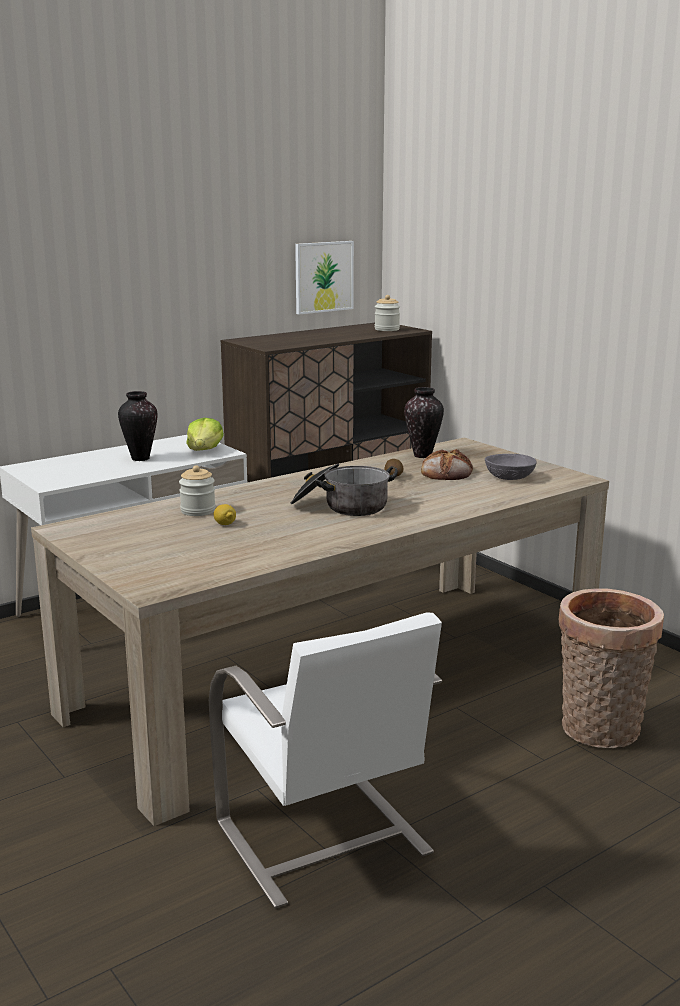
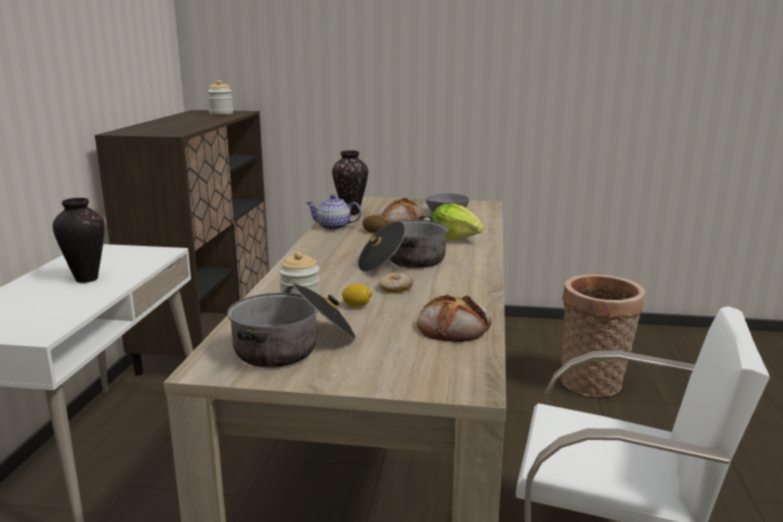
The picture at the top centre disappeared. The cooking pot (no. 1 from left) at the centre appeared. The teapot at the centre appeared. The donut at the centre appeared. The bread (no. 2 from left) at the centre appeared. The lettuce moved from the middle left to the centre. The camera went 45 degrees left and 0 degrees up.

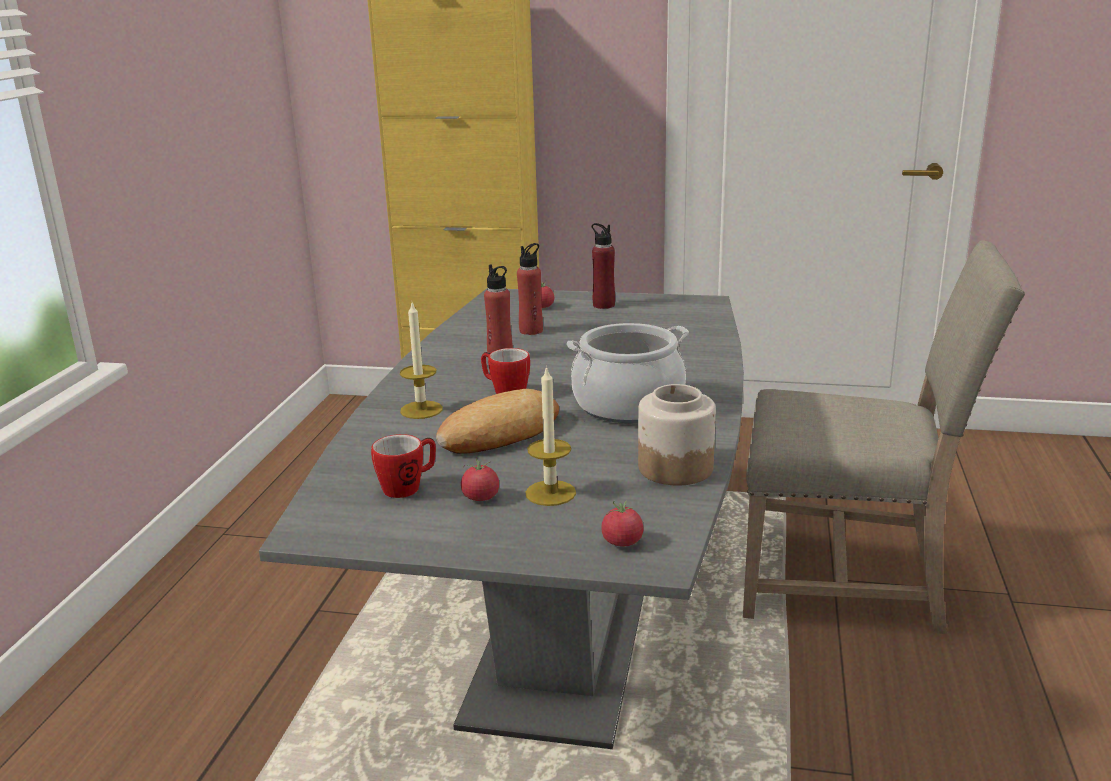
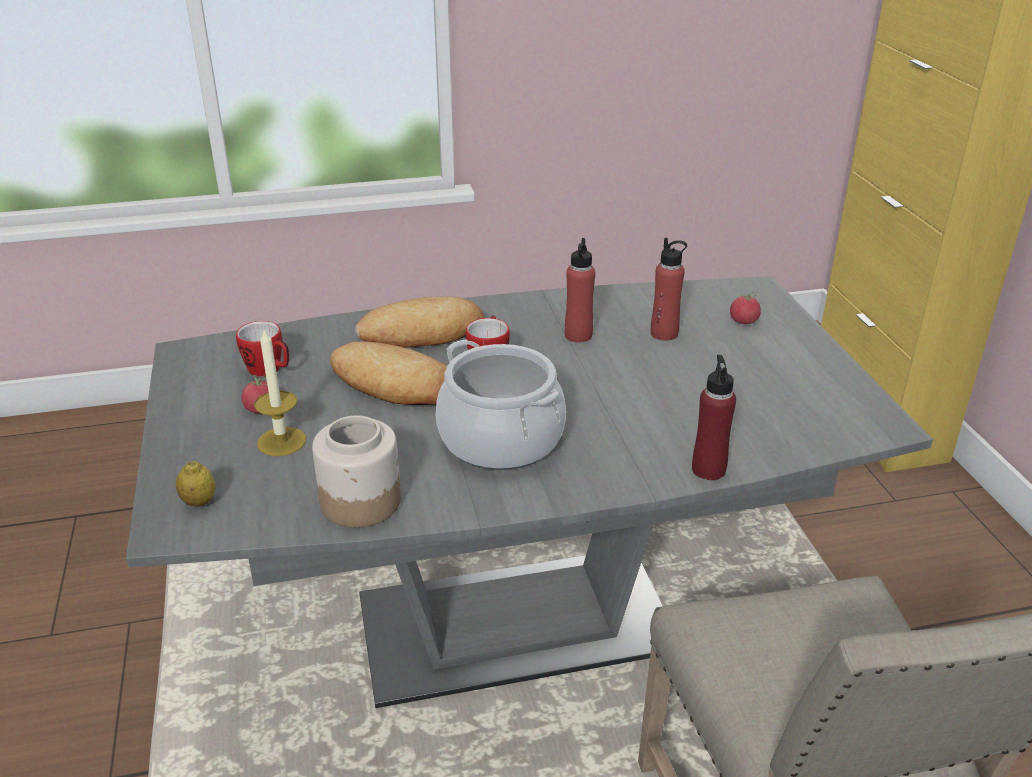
The bottle (red) (no. 3 from left) moved from the centre to the middle right. The candle (no. 1 from left) at the centre was replaced by the bread (no. 2 from left) at the centre. The tomato (no. 3 from left) at the bottom centre was replaced by the lemon at the middle left. The camera went 65 degrees right and 10 degrees up.

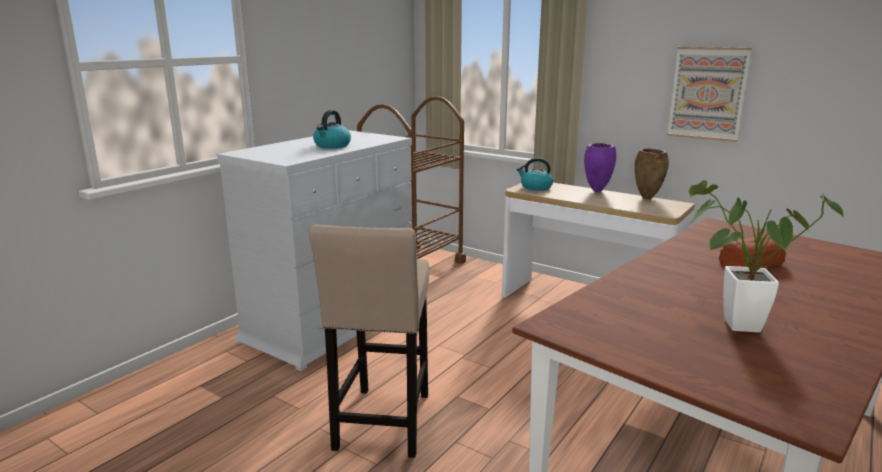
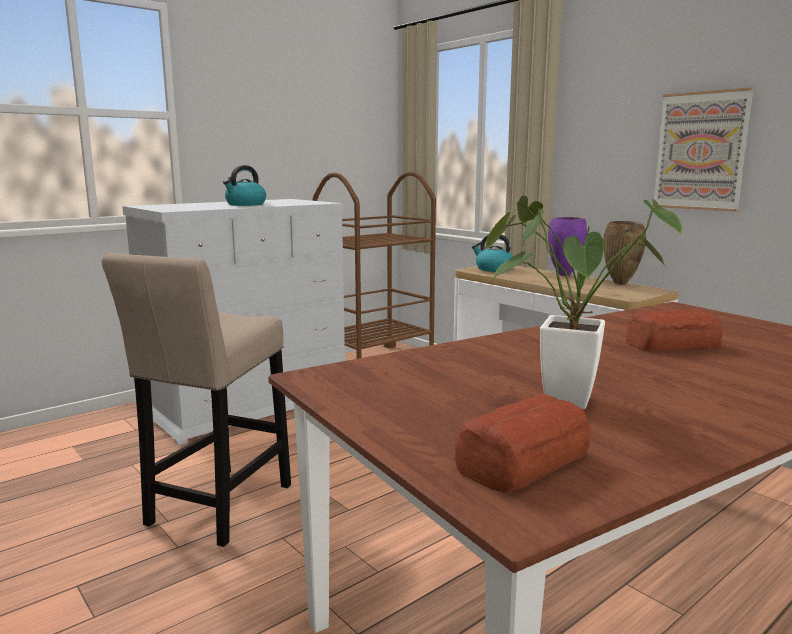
The bread (no. 1 from left) at the bottom centre appeared. The camera went 15 degrees right and 5 degrees down.

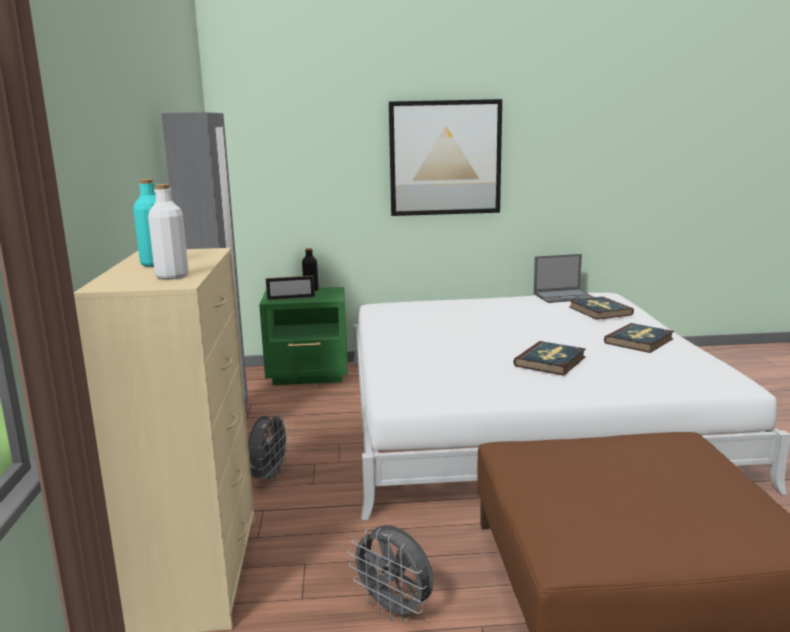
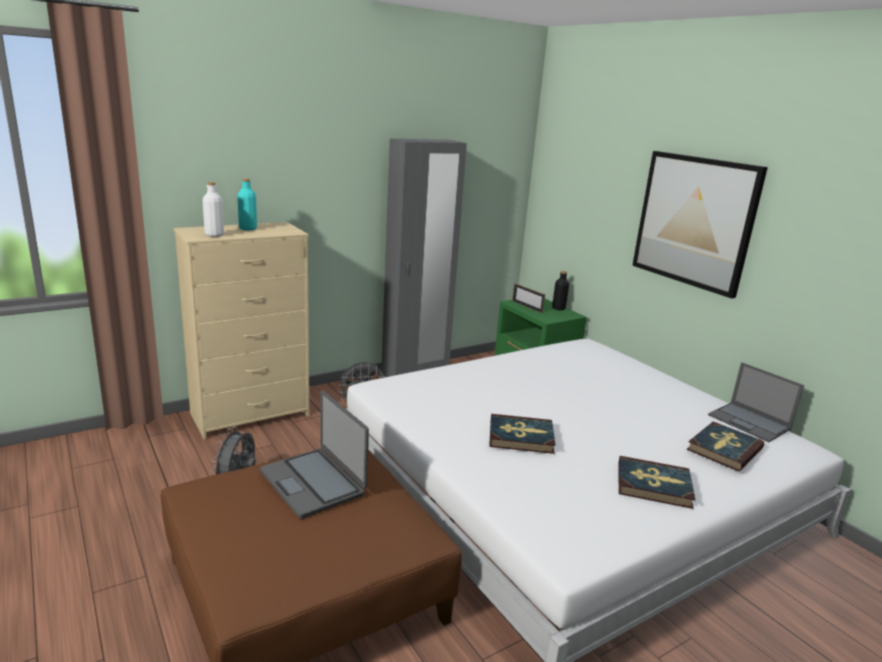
The laptop (no. 1 from left) at the bottom centre appeared. The camera went 60 degrees right and 5 degrees up.

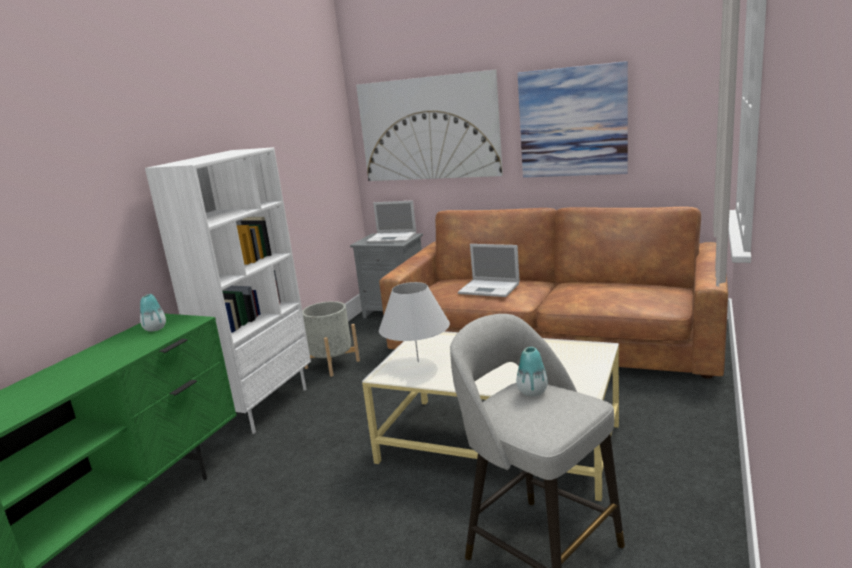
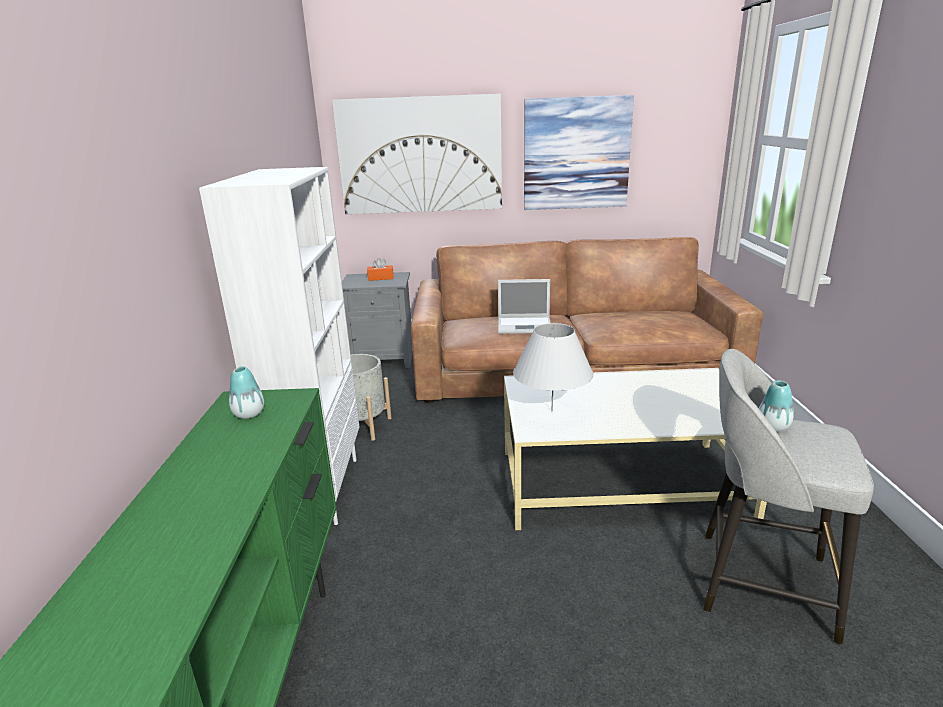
The laptop (no. 1 from left) at the centre was replaced by the tissue box (orange) at the centre. The camera went 25 degrees left and 5 degrees up.

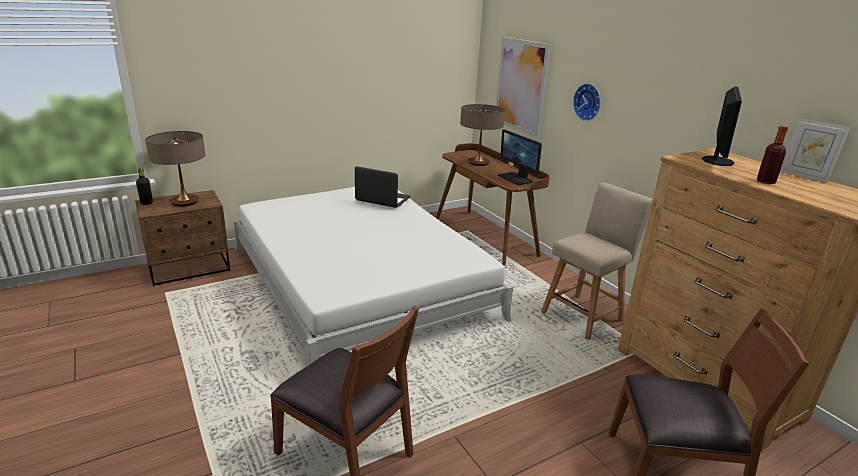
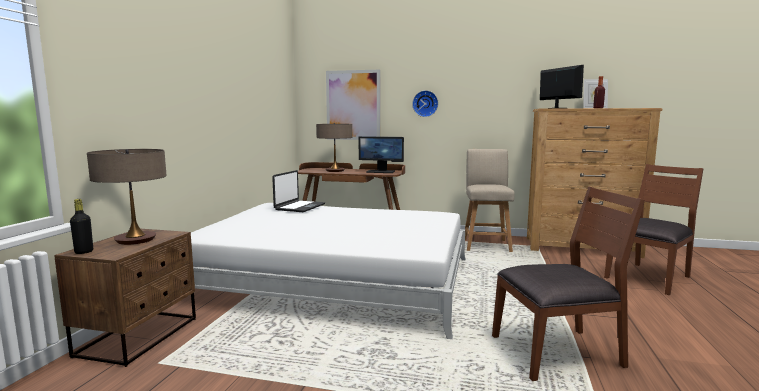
The laptop at the centre turned 135 degrees clockwise. The camera went 45 degrees left and 15 degrees down.

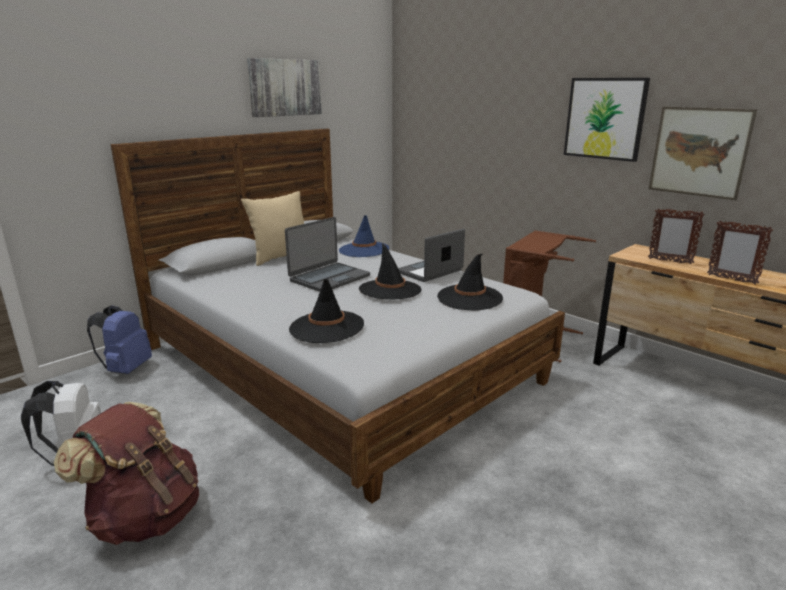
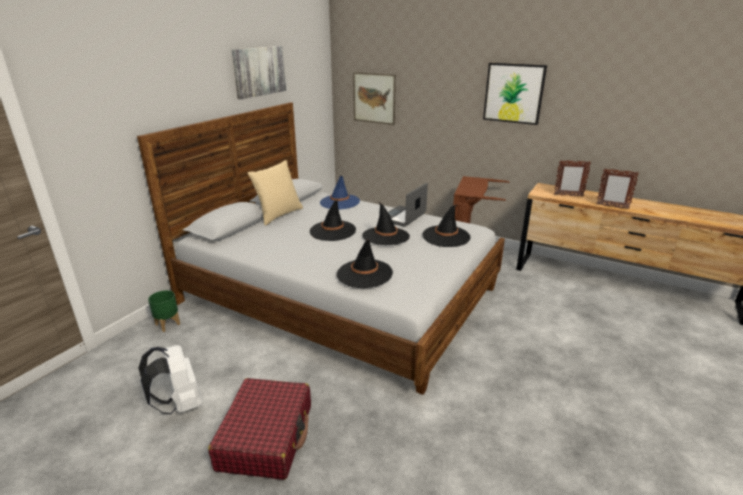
The picture (no. 3 from left in the first image) moved from the top right to the top centre. The backpack (brown) at the bottom left was replaced by the suitcase (red) at the bottom centre. The backpack (blue) at the middle left was replaced by the planter (green) at the middle left. The laptop (no. 1 from left) at the centre was replaced by the hat (black) (no. 1 from left) at the centre. The camera went 15 degrees left and 5 degrees up.

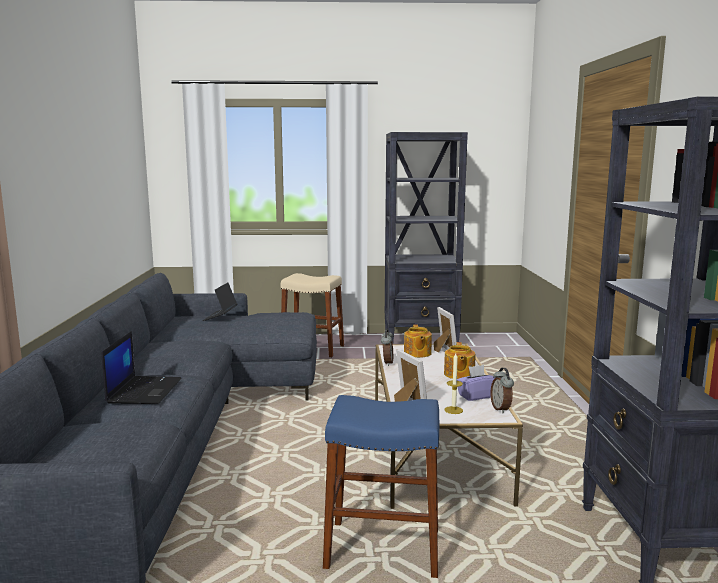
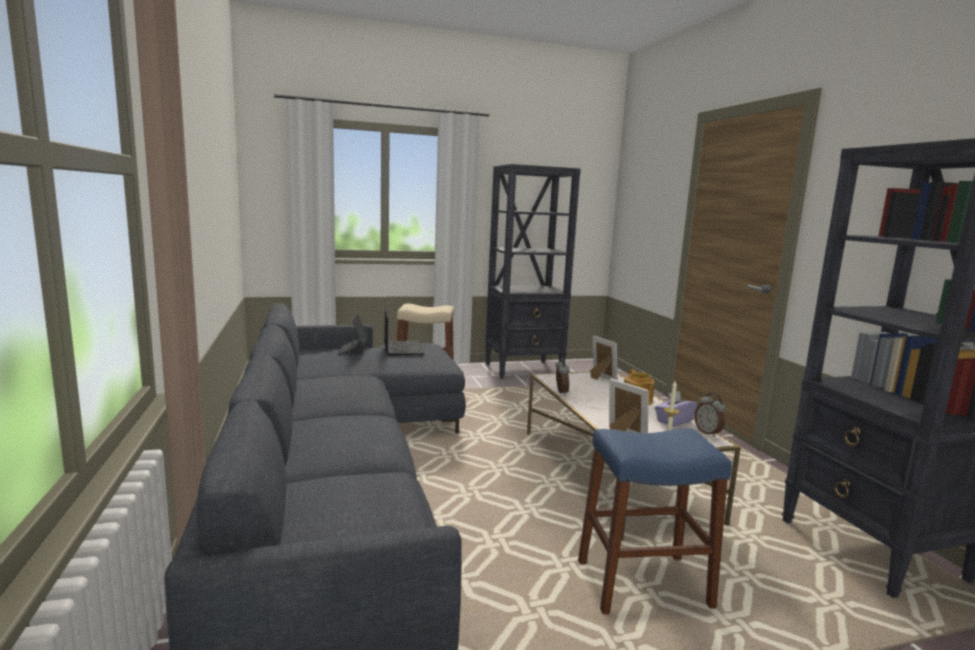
The teapot (no. 1 from left) at the centre disappeared. The laptop (no. 1 from left in the first image) moved from the middle left to the centre. The camera went 15 degrees left and 0 degrees up.

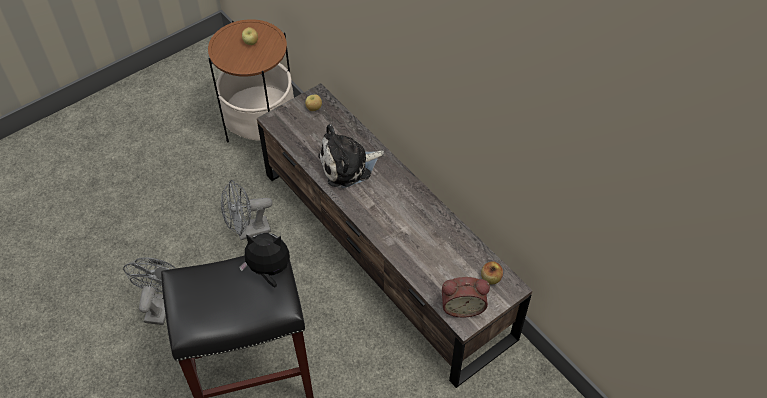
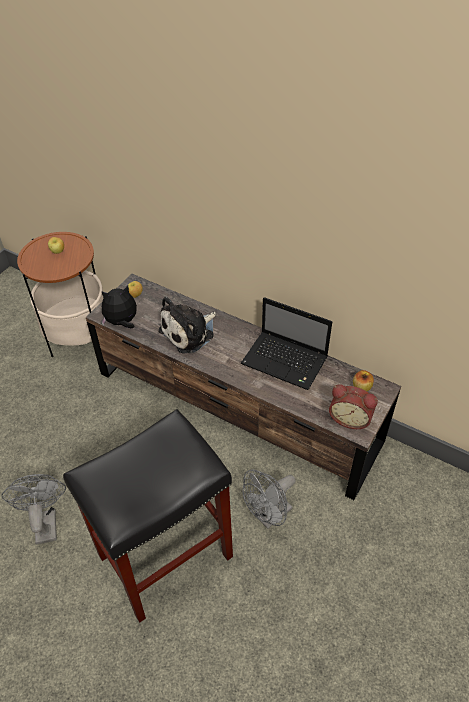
The laptop at the centre appeared. The fan (grey) (no. 2 from left) moved from the middle left to the bottom centre. The plush toy (no. 1 from left) moved from the centre to the middle left. The alarm clock at the bottom centre turned 45 degrees clockwise. The camera went 20 degrees left and 5 degrees down.

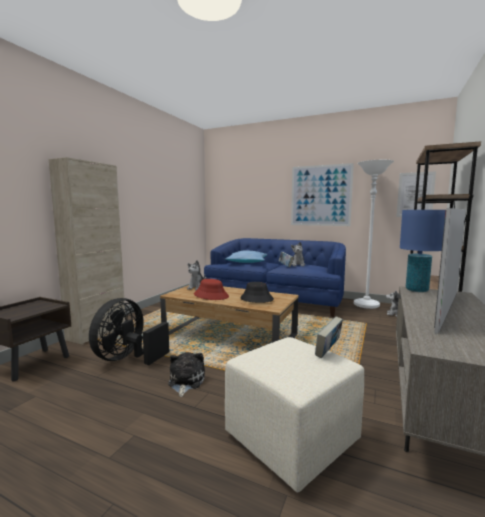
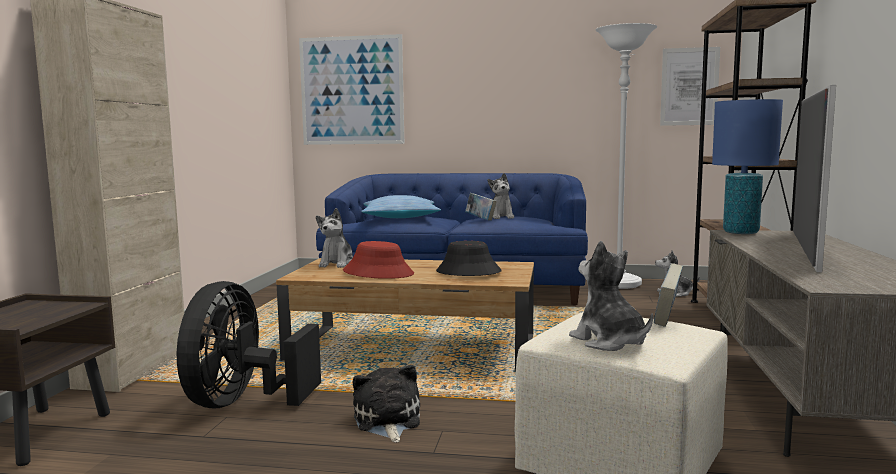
The plush toy (no. 4 from left) at the middle right appeared. The picture (no. 1 from left) moved from the centre to the top centre. The camera went 15 degrees left and 0 degrees up.

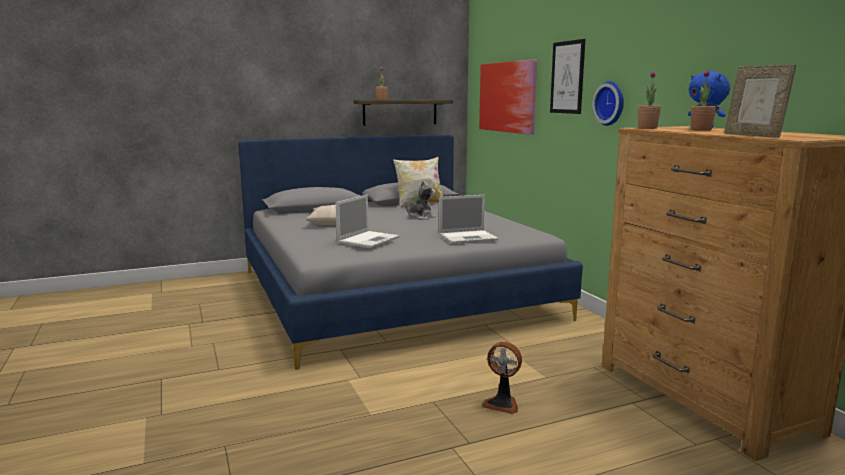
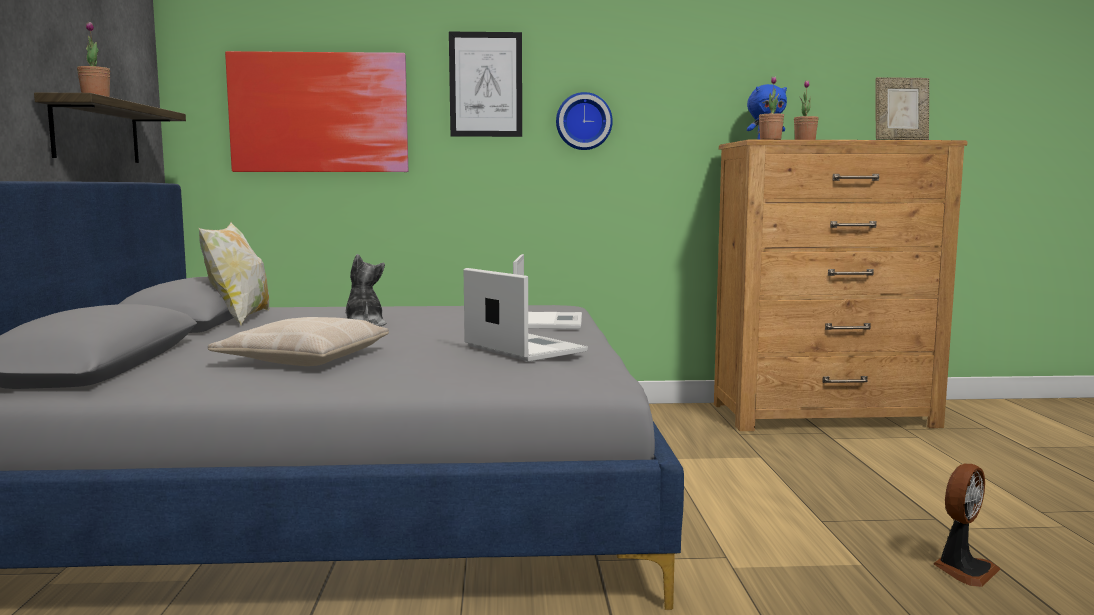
The fan moved from the bottom centre to the bottom right. The camera went 70 degrees left and 5 degrees down.

